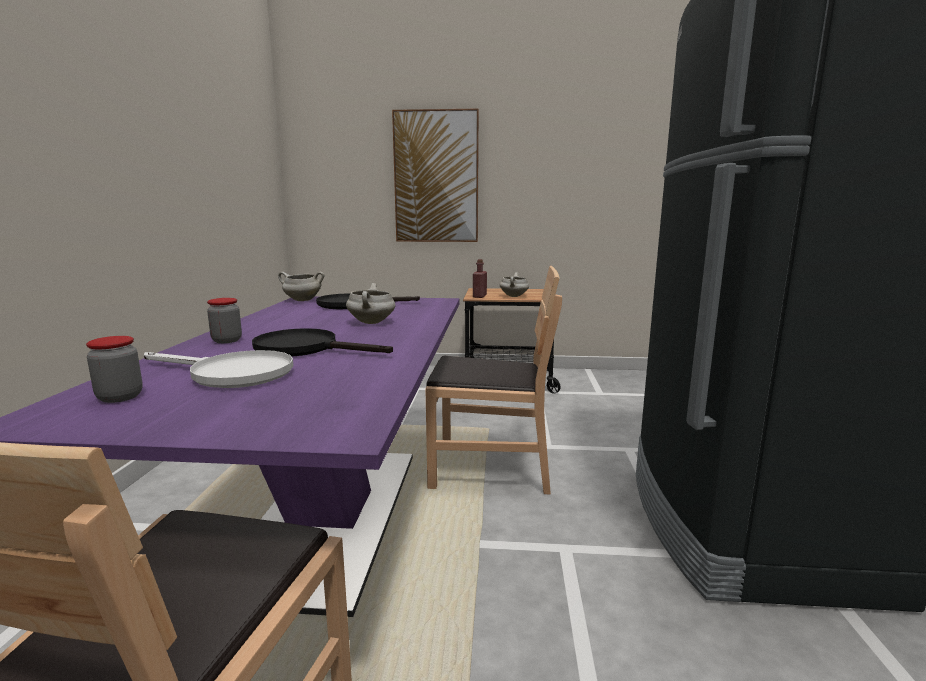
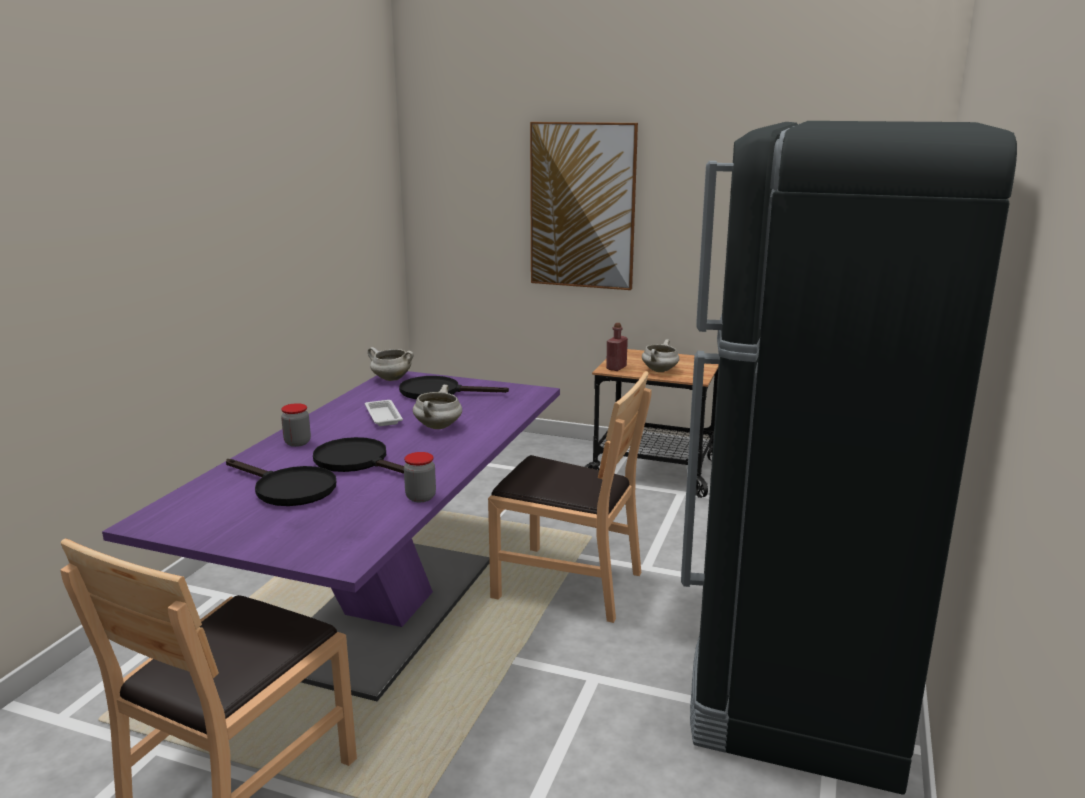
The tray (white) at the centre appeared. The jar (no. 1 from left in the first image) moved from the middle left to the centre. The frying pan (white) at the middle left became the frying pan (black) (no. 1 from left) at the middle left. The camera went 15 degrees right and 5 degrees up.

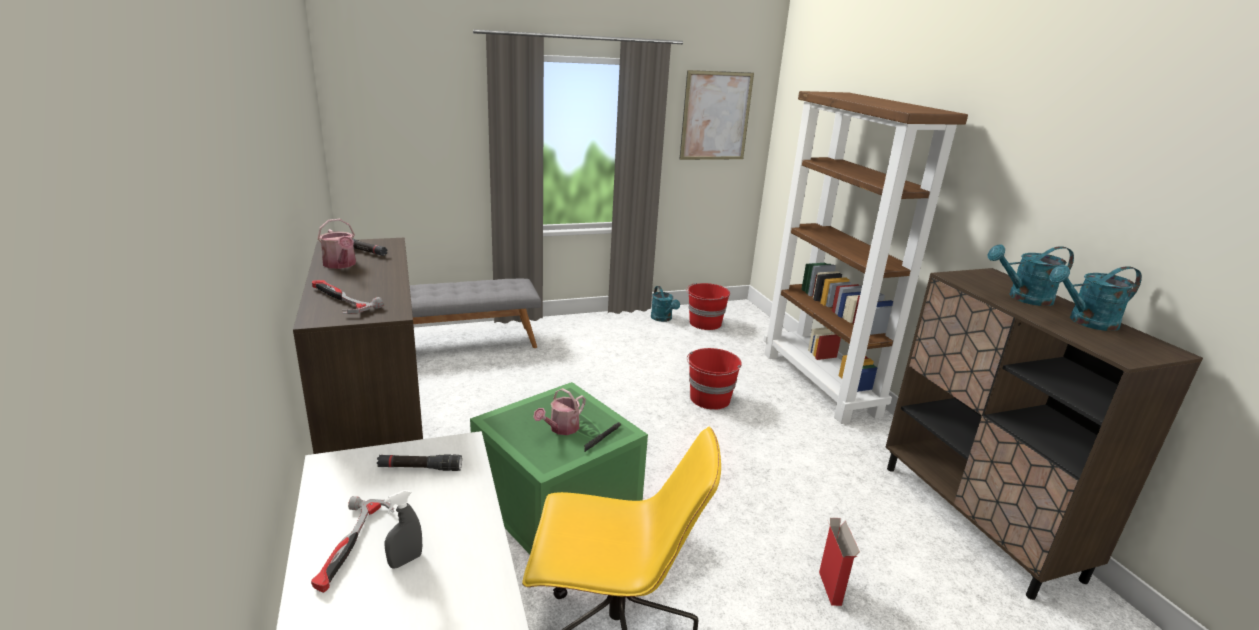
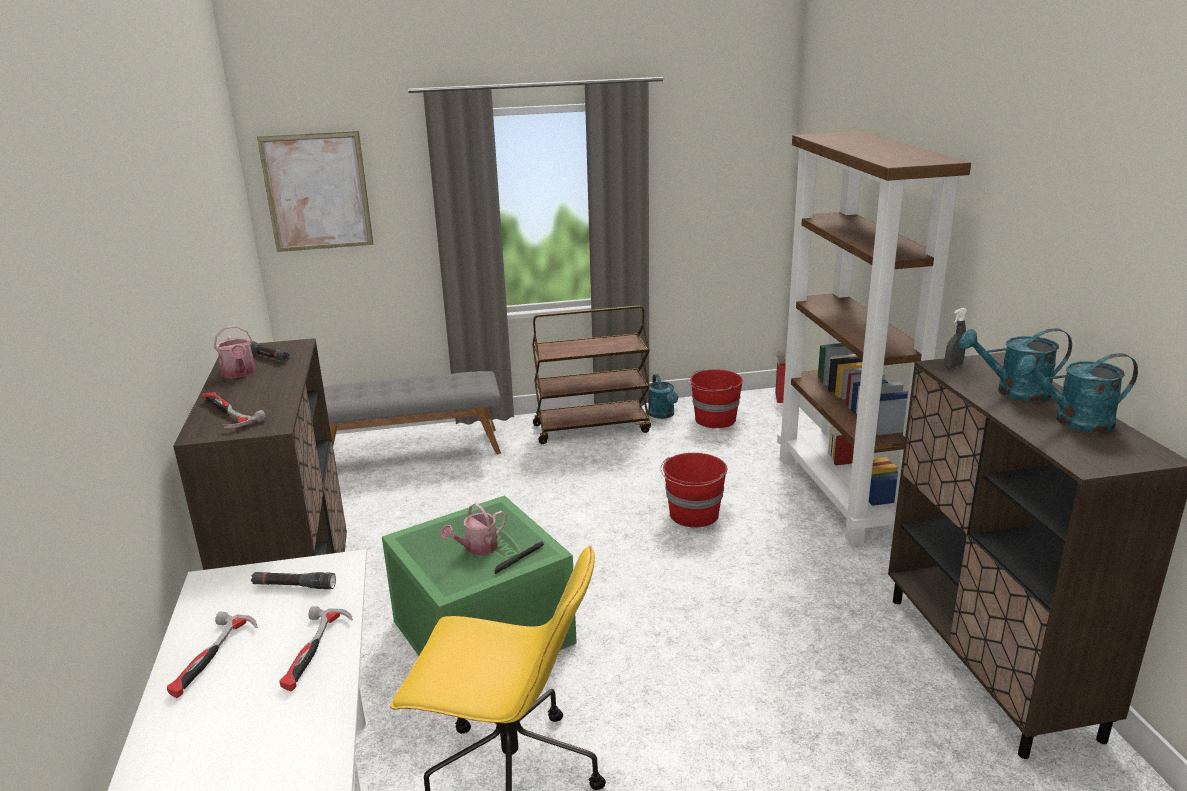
The hammer (no. 3 from left) at the bottom left appeared. The cart (brown) at the centre appeared. The spray bottle (grey) moved from the bottom left to the middle right. The picture moved from the top centre to the top left. The cardboard box moved from the bottom centre to the centre. The camera went 10 degrees right and 0 degrees up.

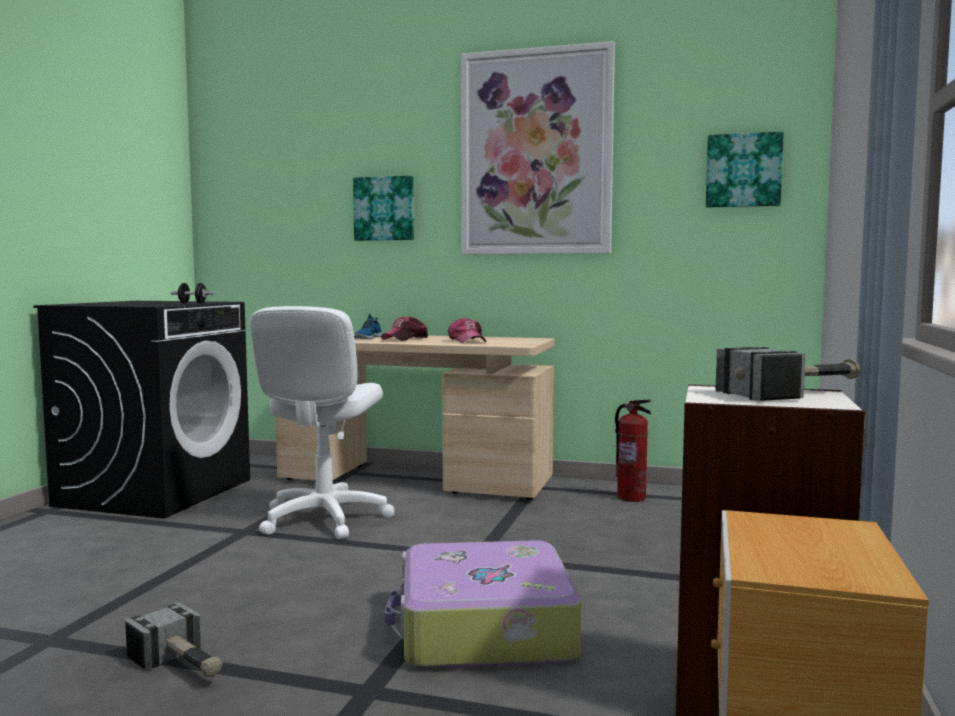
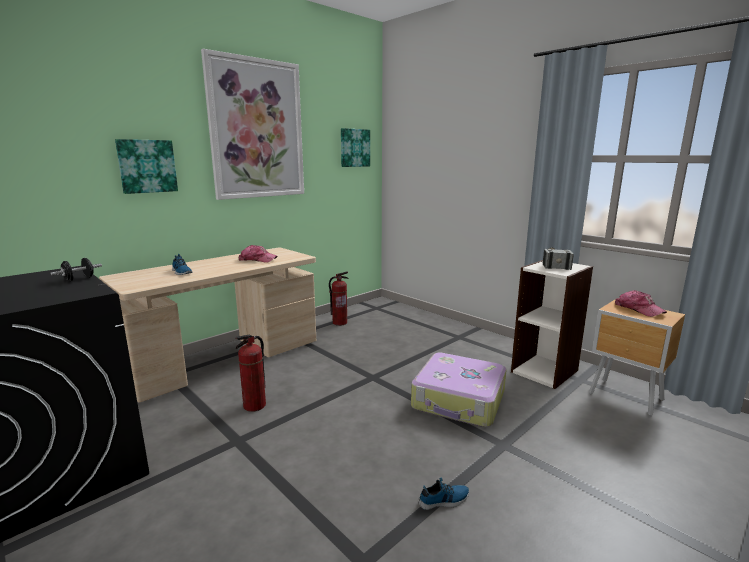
The cap (no. 1 from left in the first image) moved from the centre to the middle right. The hammer (no. 1 from left) at the bottom left was replaced by the shoe (no. 2 from left) at the bottom centre. The office chair (white) at the centre was replaced by the fire extinguisher (no. 1 from left) at the centre. The camera went 60 degrees left and 10 degrees up.

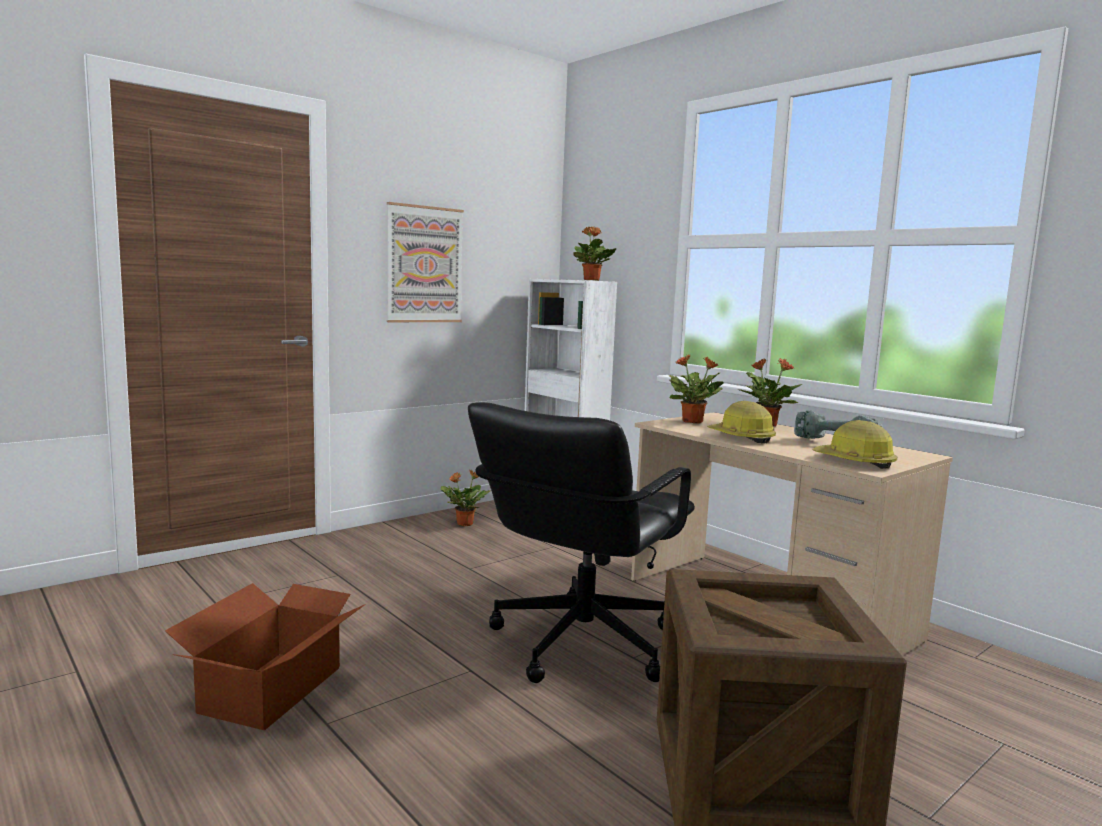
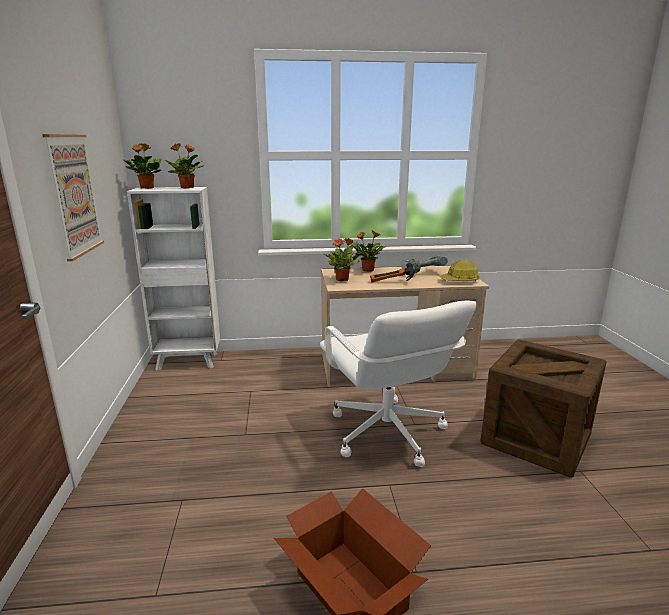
The potted plant (no. 1 from left) moved from the centre to the top left. The hard hat (no. 1 from left) at the middle right was replaced by the hammer at the centre. The office chair (black) at the centre became the office chair (white) at the centre. The camera went 55 degrees left and 10 degrees up.

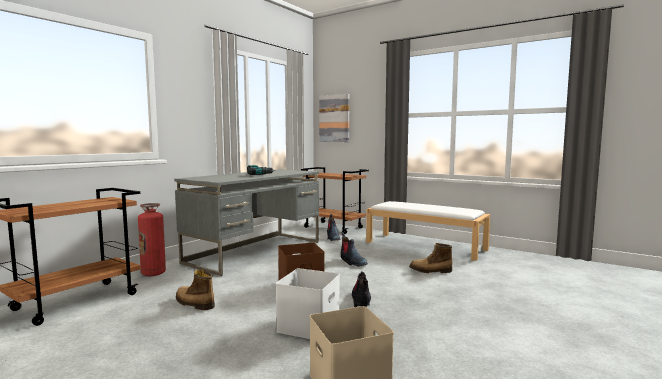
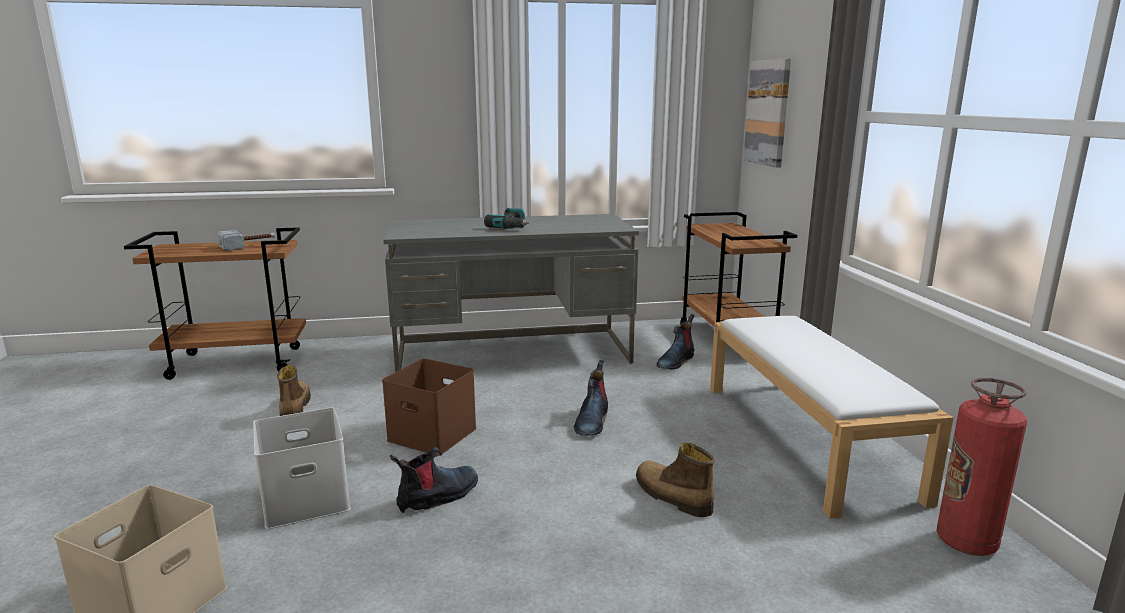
The hammer at the middle left appeared. The fire extinguisher moved from the middle left to the bottom right. The camera went 45 degrees right and 10 degrees up.

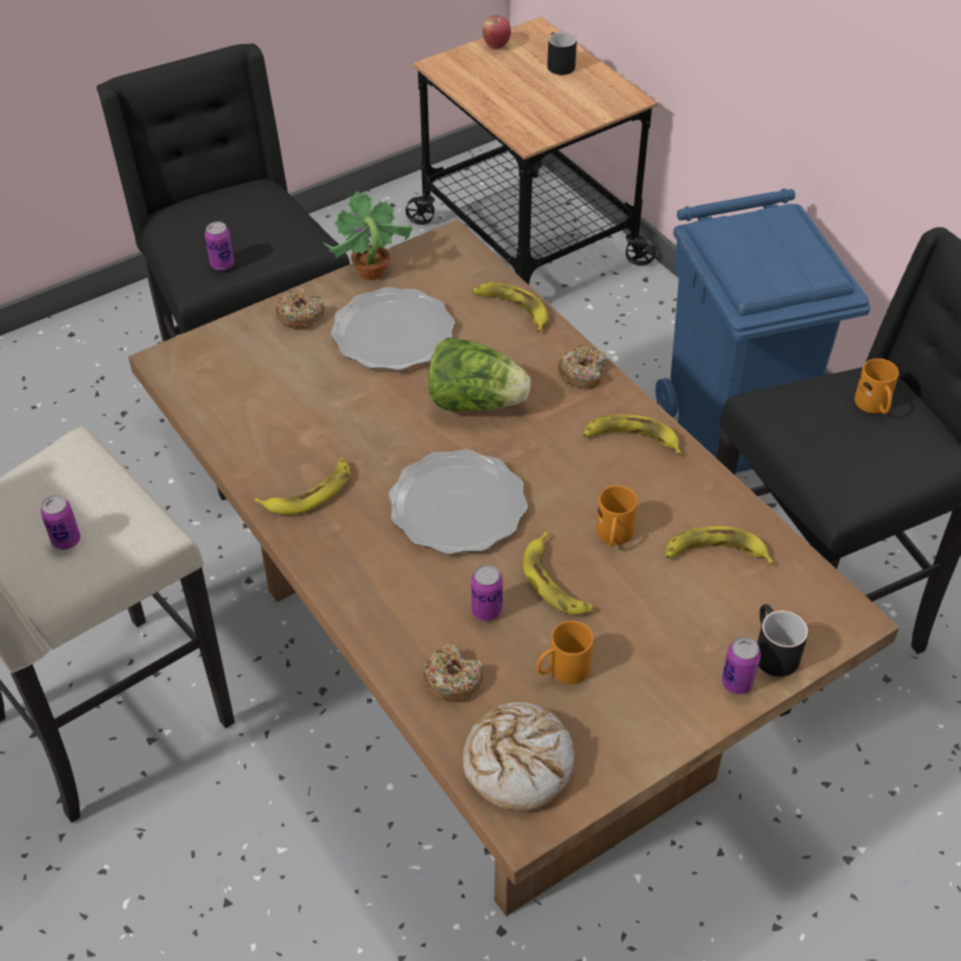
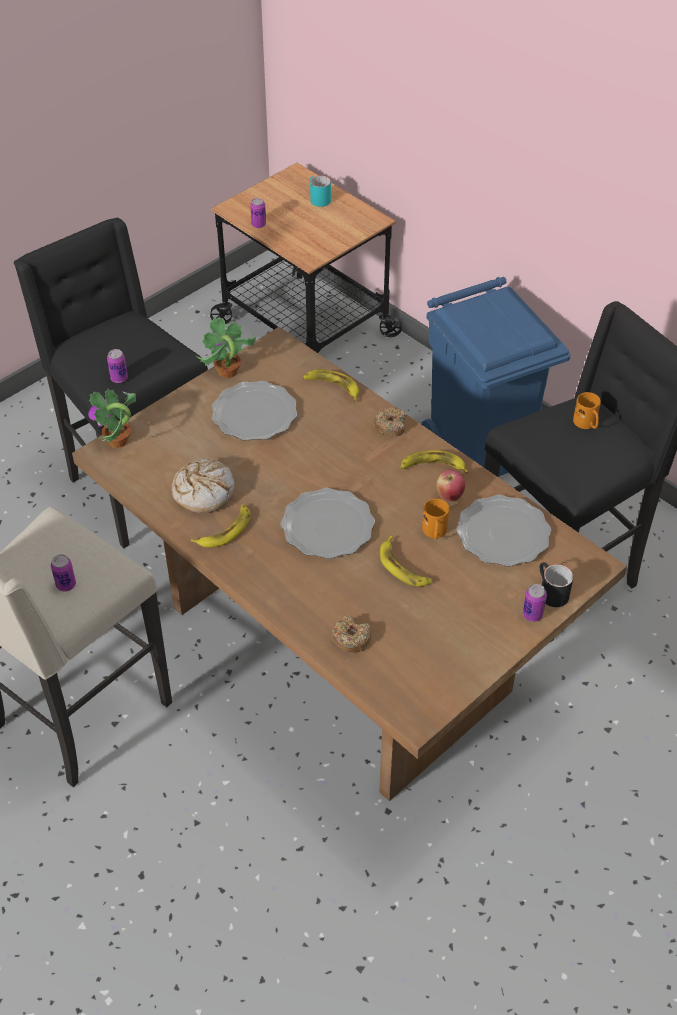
The donut (no. 1 from left) at the top left disappeared. The lettuce at the centre disappeared. The mug (orange) (no. 1 from left) at the bottom centre disappeared. The potted plant (no. 1 from left) at the middle left appeared. The bread moved from the bottom centre to the middle left. The can (no. 3 from left) moved from the centre to the top centre. The apple moved from the top centre to the centre. The banana (no. 5 from left) at the middle right was replaced by the plate (no. 3 from left) at the middle right. The mug (black) (no. 1 from left) at the top centre became the mug (turquoise) at the top centre. The camera went 10 degrees left and 0 degrees up.

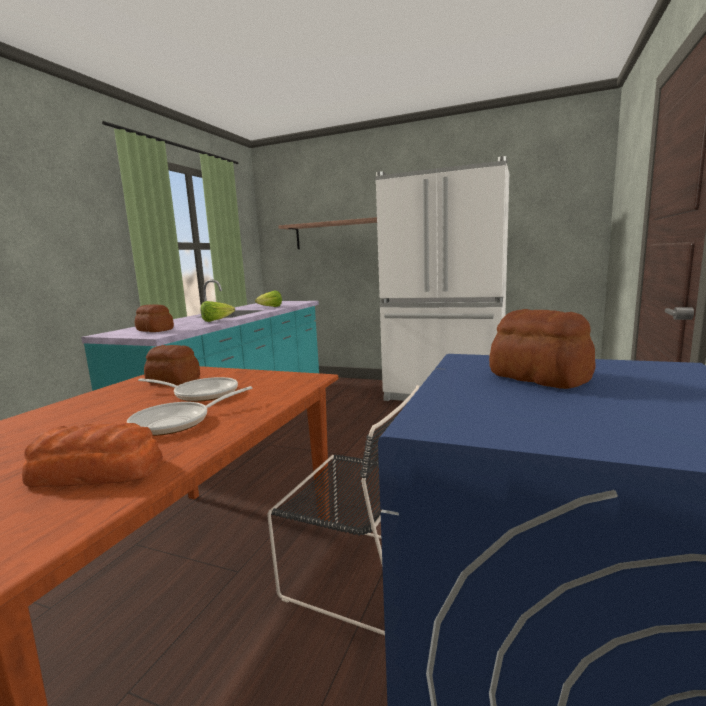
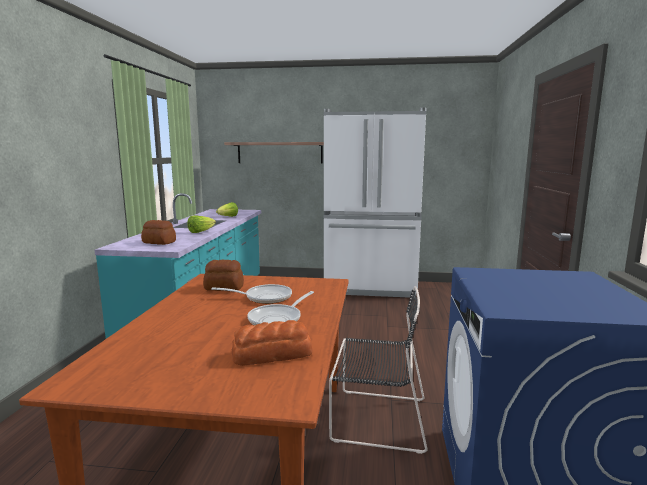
The bread (no. 4 from left) at the middle right disappeared. The camera went 15 degrees left and 0 degrees up.

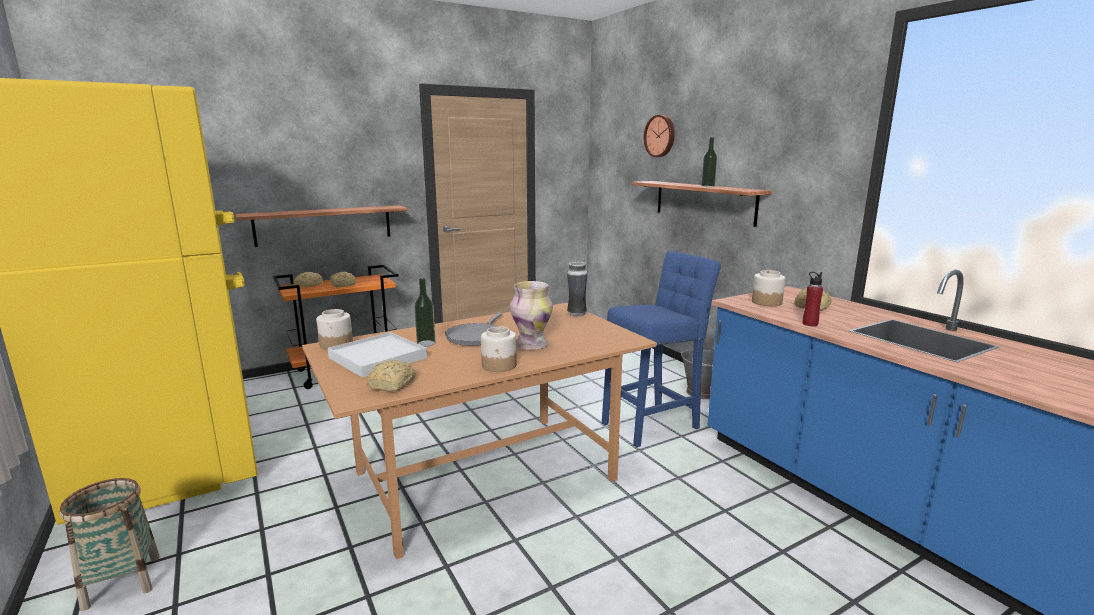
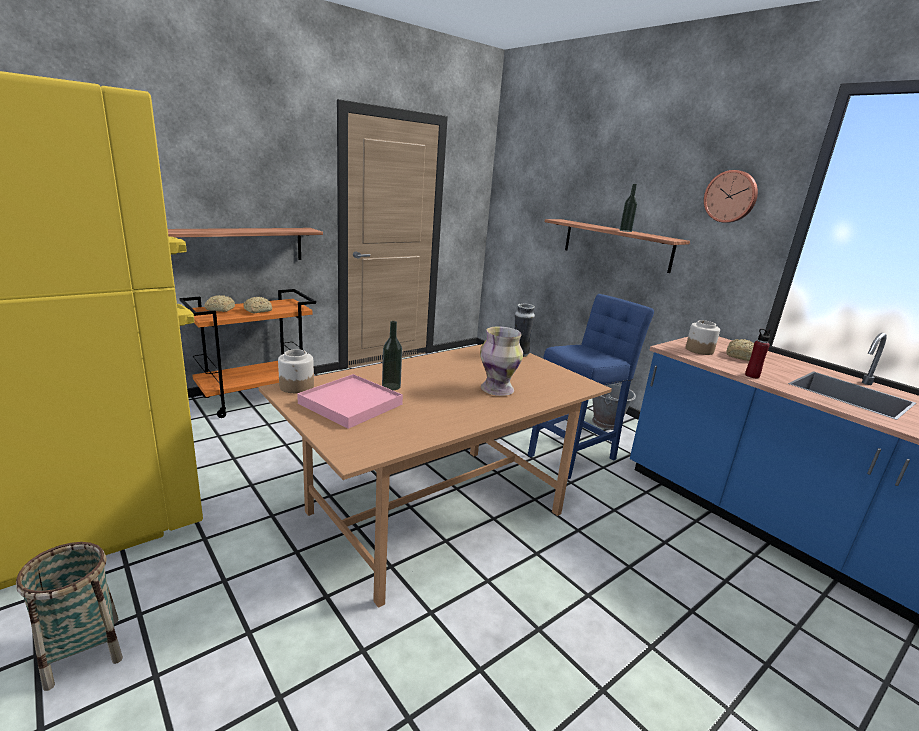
The bread (no. 3 from left) at the centre disappeared. The frying pan (grey) at the centre disappeared. The jar (no. 2 from left) at the centre disappeared. The wall clock moved from the top centre to the top right. The tray (white) at the centre became the tray (pink) at the centre. The camera went 10 degrees left and 5 degrees up.

